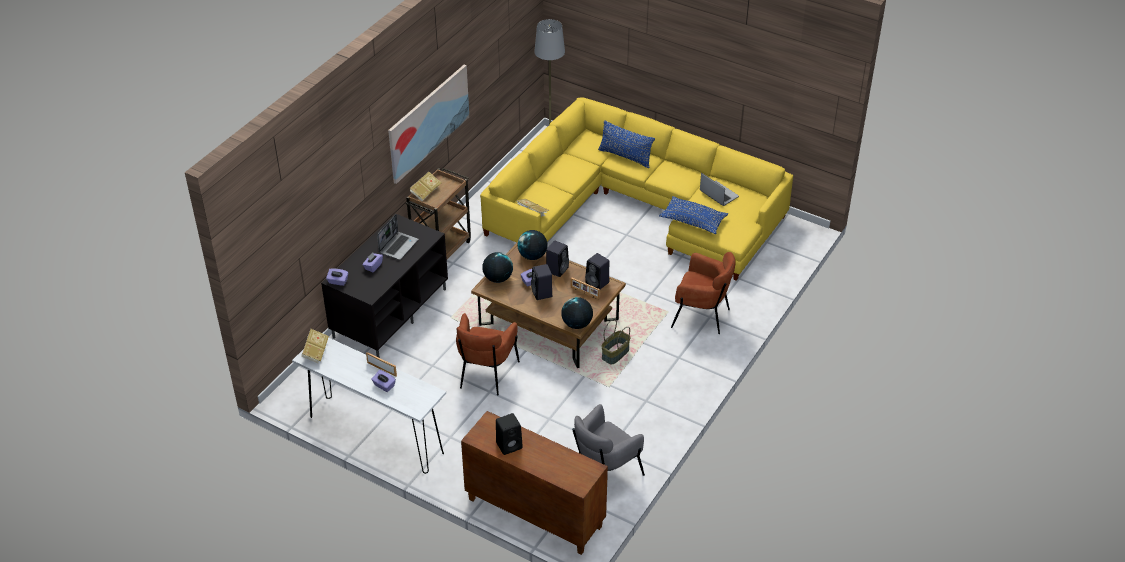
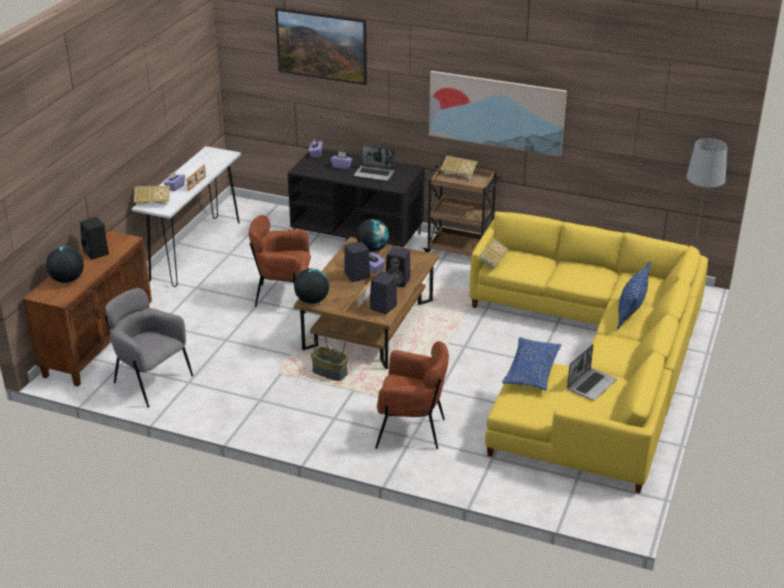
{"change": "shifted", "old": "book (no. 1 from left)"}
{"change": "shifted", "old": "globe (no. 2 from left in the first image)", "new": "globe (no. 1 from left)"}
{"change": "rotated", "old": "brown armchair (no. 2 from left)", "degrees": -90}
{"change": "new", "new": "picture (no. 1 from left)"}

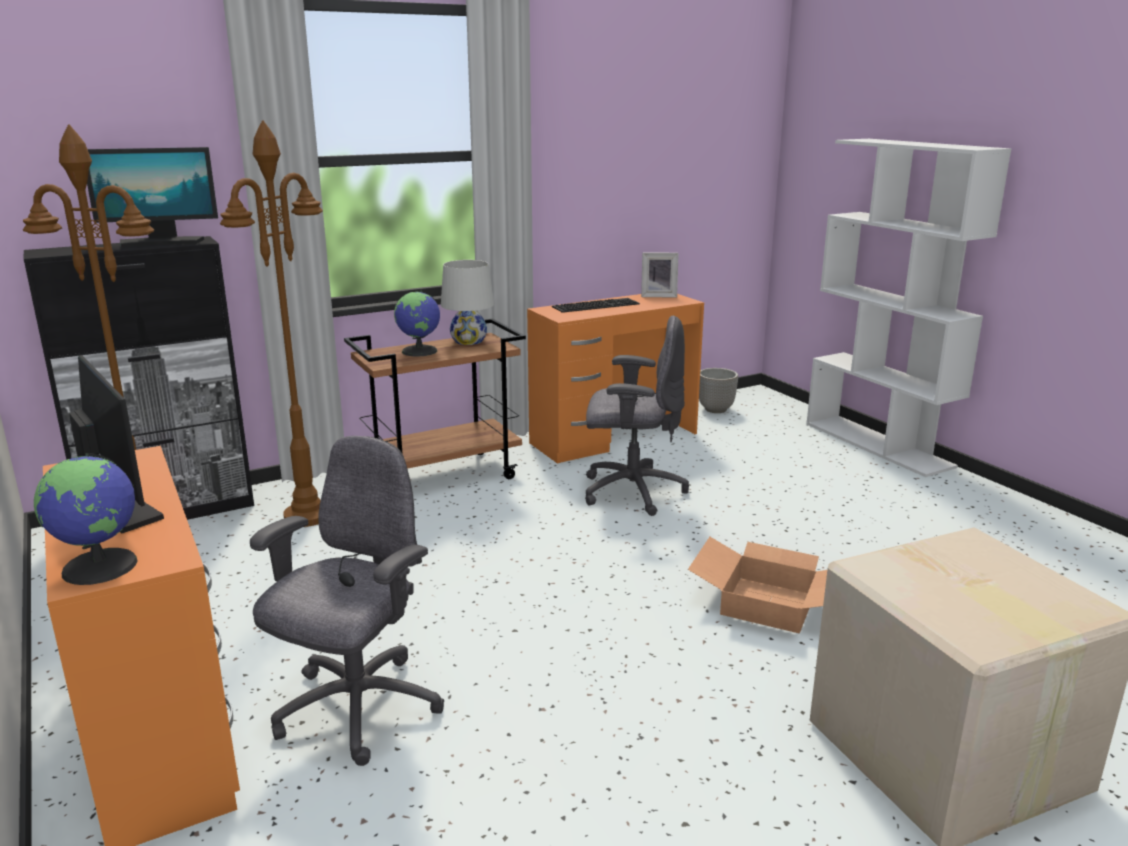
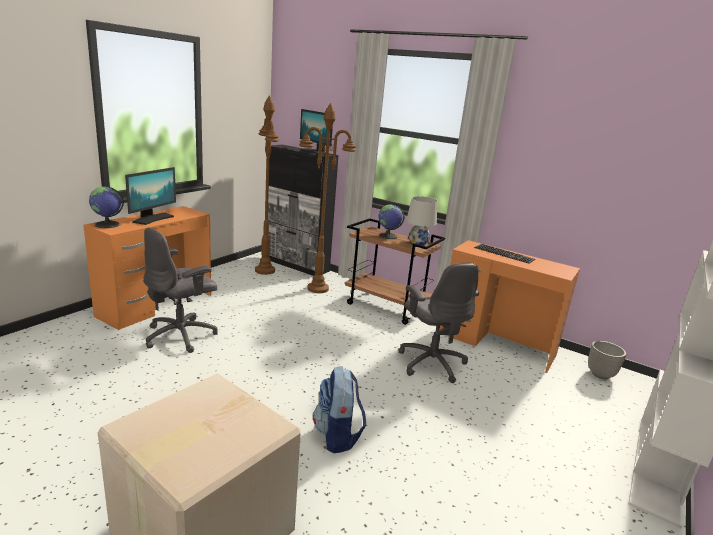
{"change": "rotated", "old": "grey office chair (no. 1 from left)", "degrees": 135}
{"change": "gone", "old": "picture frame"}
{"change": "swapped", "old": "cardboard box (no. 1 from left)", "new": "backpack"}

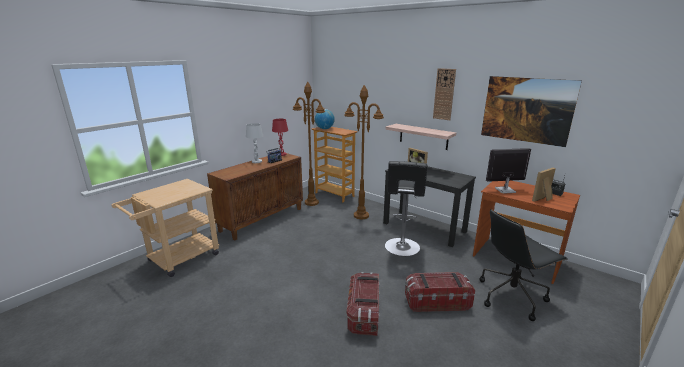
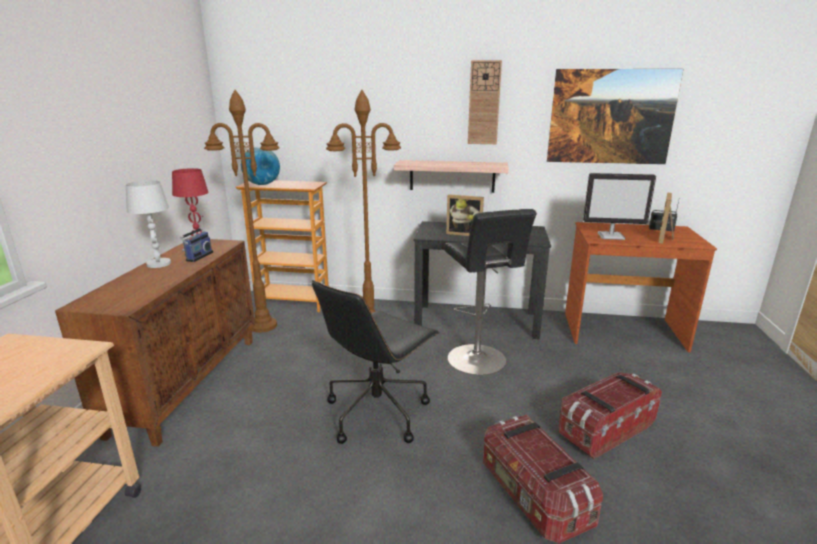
{"change": "shifted", "old": "black office chair"}
{"change": "rotated", "old": "monitor", "degrees": -135}

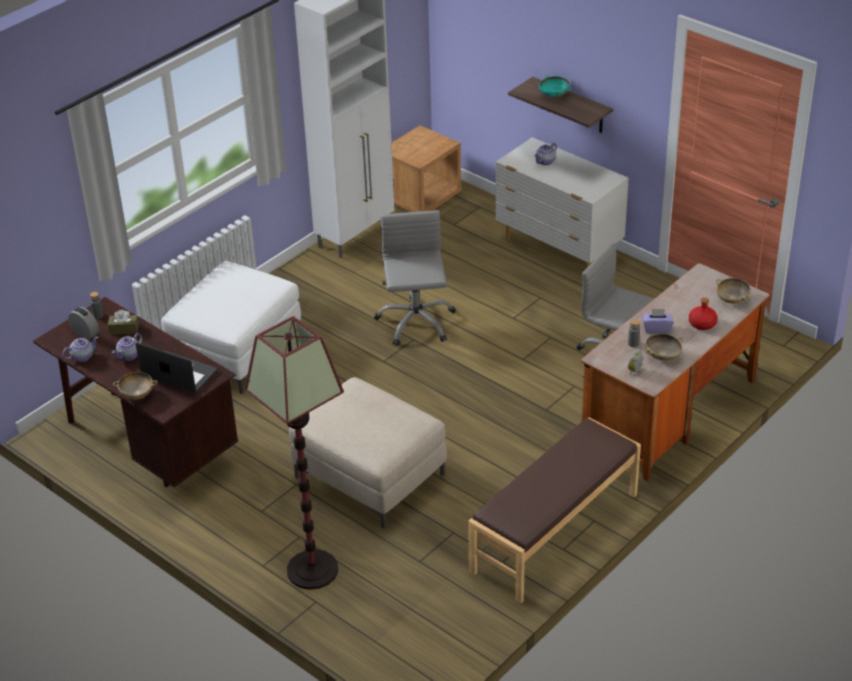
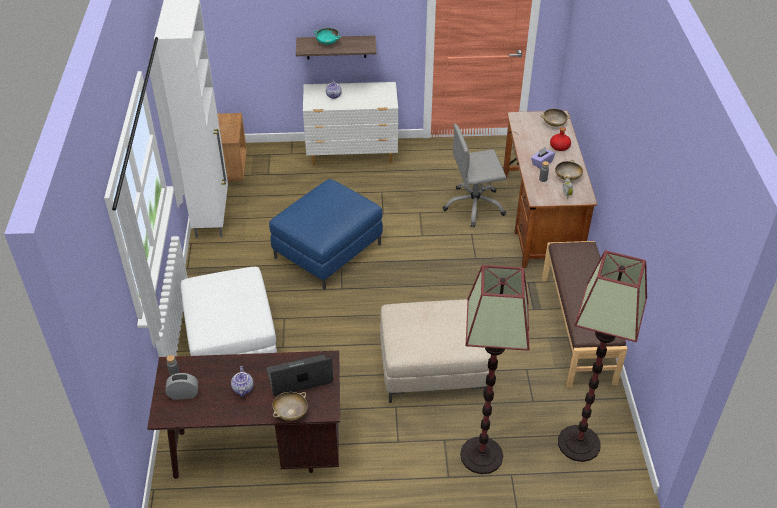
{"change": "gone", "old": "teapot (no. 1 from left)"}
{"change": "gone", "old": "brown tissue box"}
{"change": "swapped", "old": "grey office chair (no. 1 from left)", "new": "blue ottoman"}
{"change": "new", "new": "floor lamp (no. 2 from left)"}

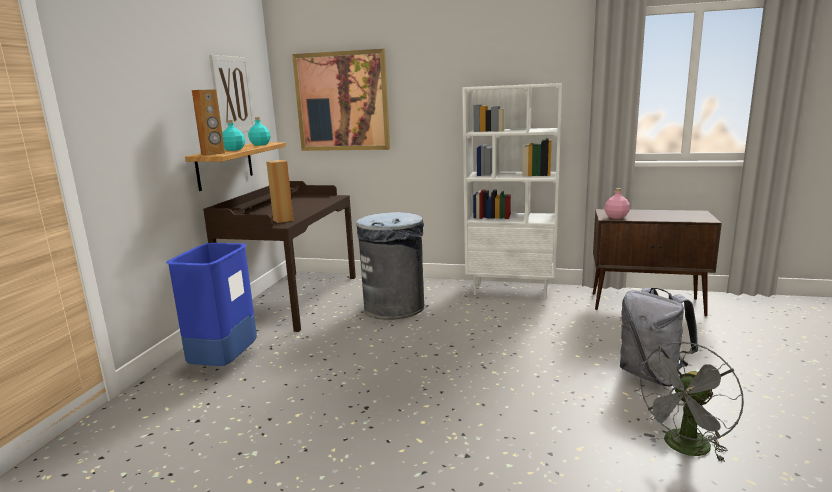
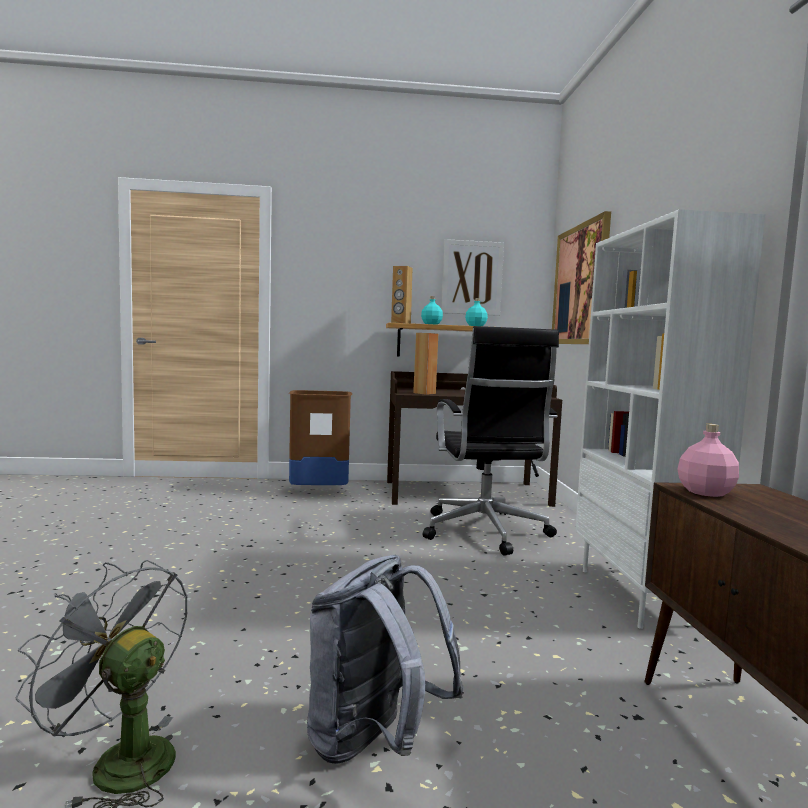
{"change": "repainted", "old": "blue trash can", "new": "brown trash can"}
{"change": "swapped", "old": "grey trash can", "new": "black office chair"}

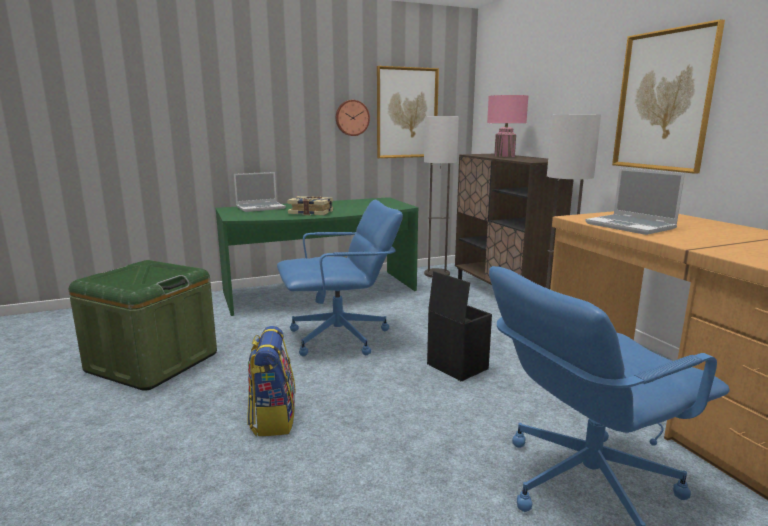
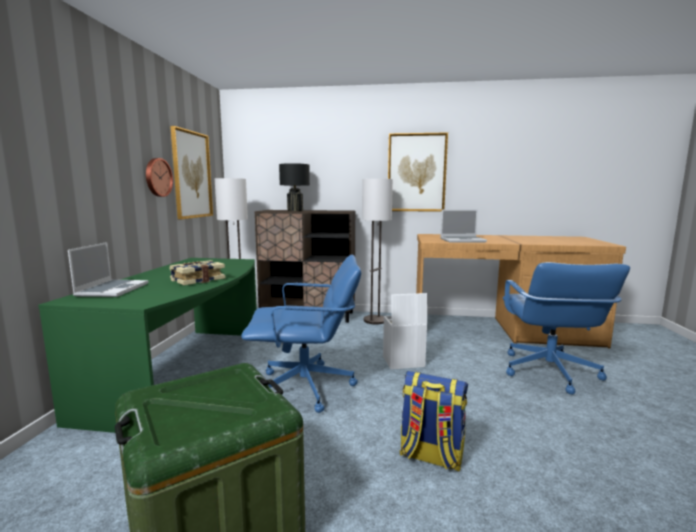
{"change": "rotated", "old": "blue office chair (no. 1 from left)", "degrees": 75}
{"change": "repainted", "old": "black storage box", "new": "white storage box"}
{"change": "repainted", "old": "pink table lamp", "new": "black table lamp"}

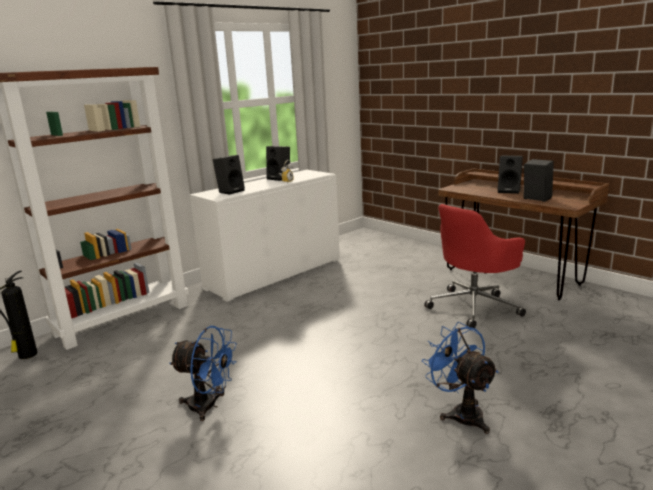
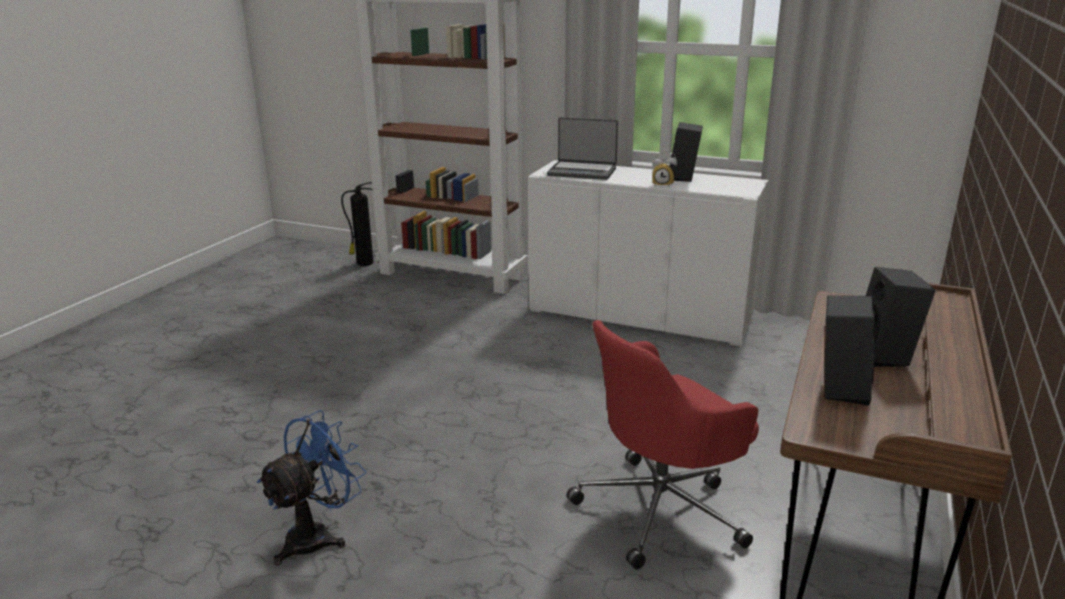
{"change": "gone", "old": "blue fan (no. 1 from left)"}
{"change": "swapped", "old": "black speaker (no. 1 from left)", "new": "laptop"}
{"change": "rotated", "old": "red office chair", "degrees": -60}

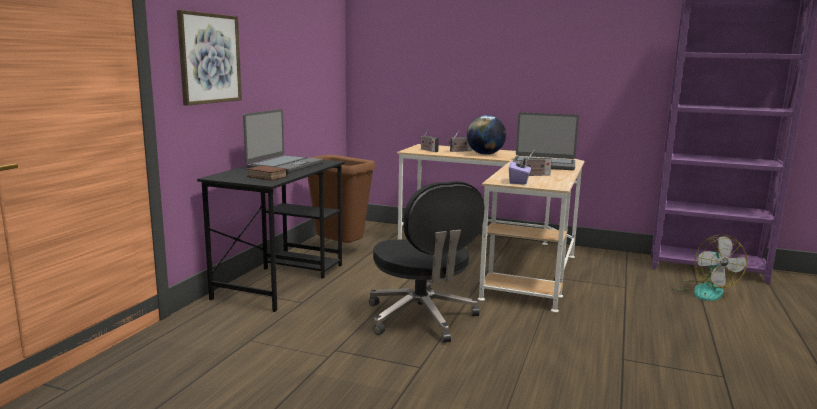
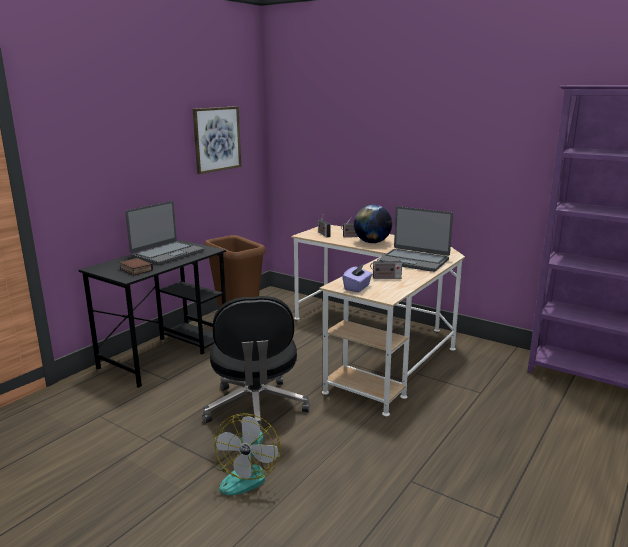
{"change": "shifted", "old": "picture"}
{"change": "shifted", "old": "fan"}

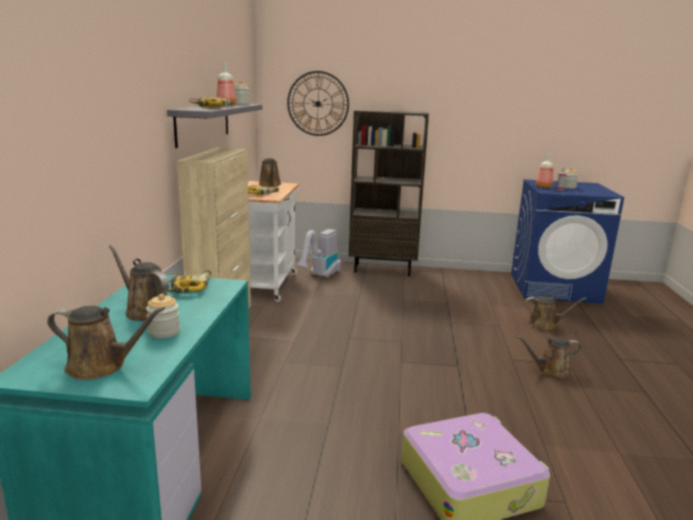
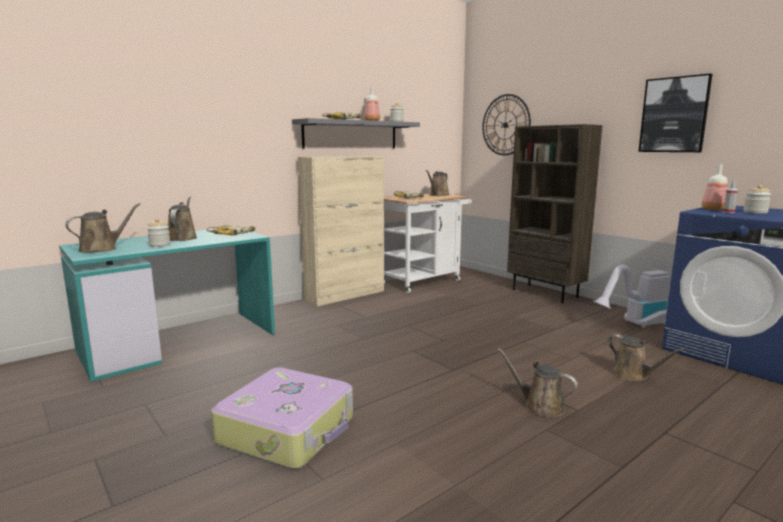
{"change": "rotated", "old": "brown watering can (no. 1 from left)", "degrees": -105}
{"change": "shifted", "old": "vacuum cleaner"}
{"change": "new", "new": "picture"}

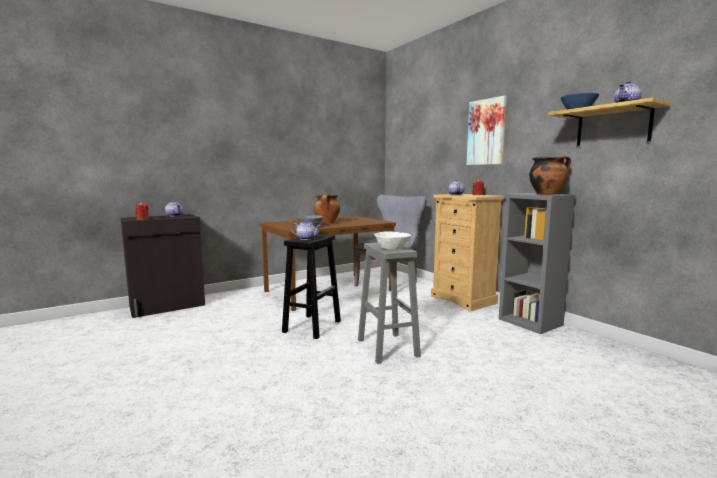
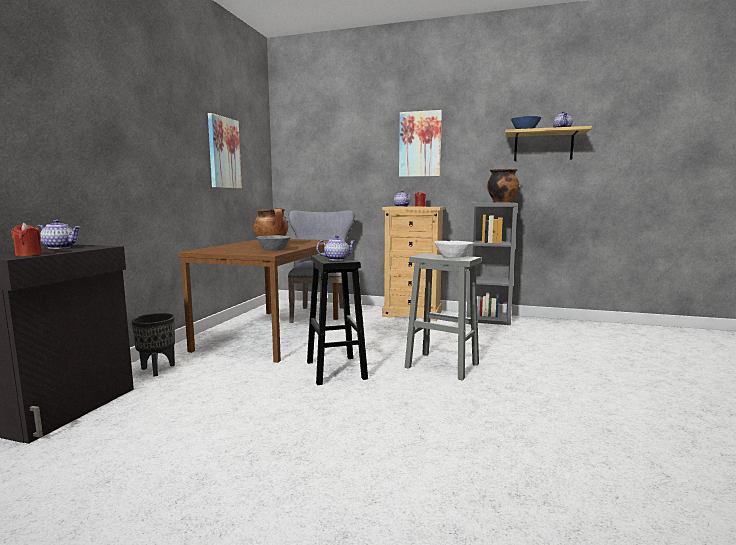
{"change": "new", "new": "black planter"}
{"change": "new", "new": "picture (no. 1 from left)"}

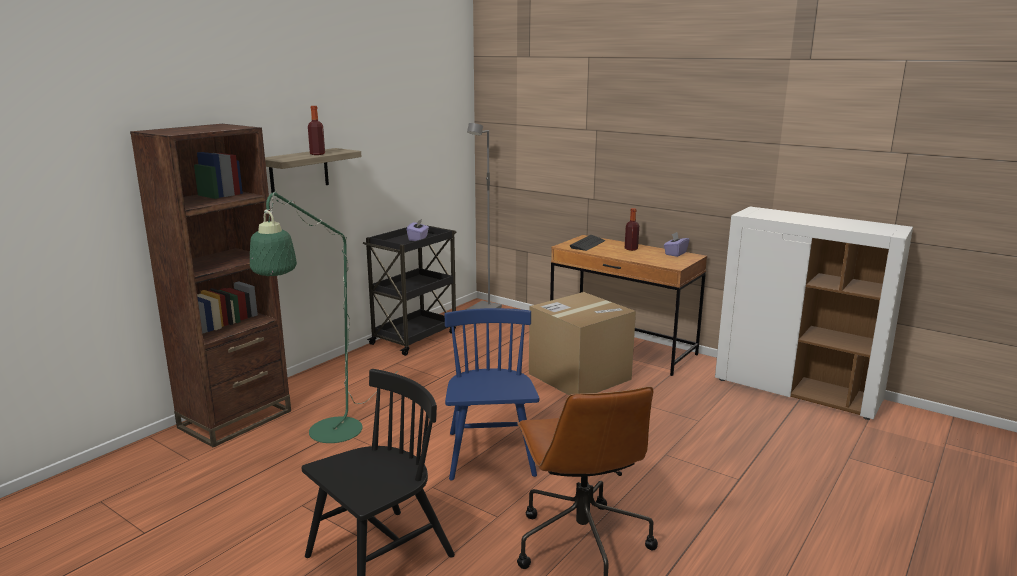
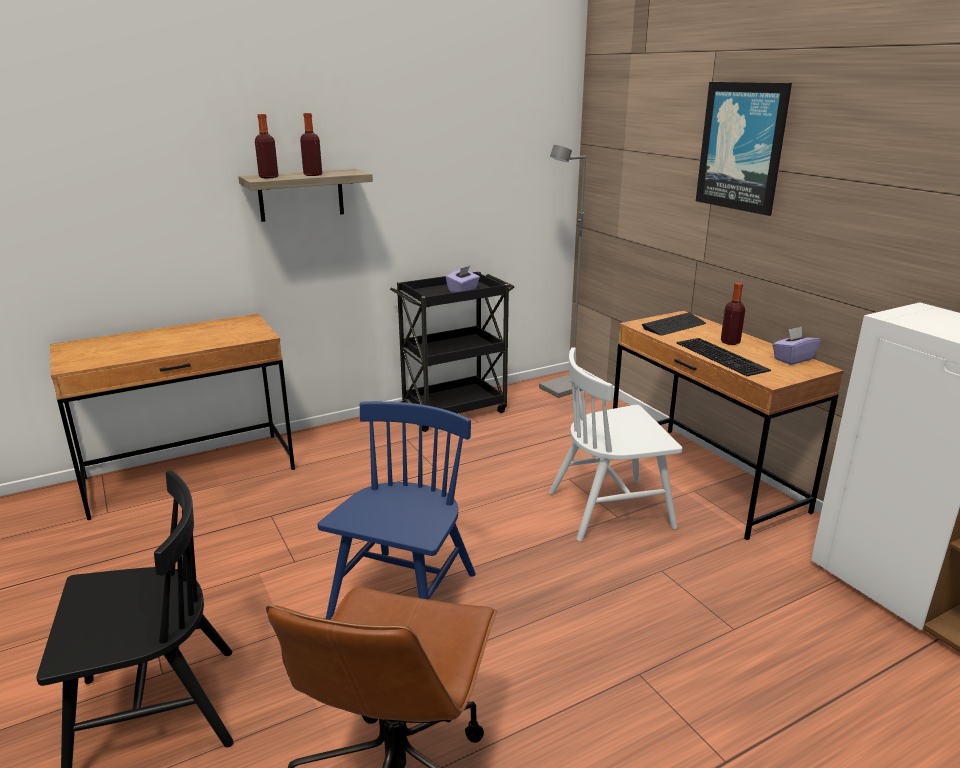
{"change": "swapped", "old": "brown bookcase", "new": "brown desk (no. 1 from left)"}
{"change": "gone", "old": "green floor lamp"}
{"change": "swapped", "old": "cardboard box", "new": "white chair"}
{"change": "new", "new": "bottle (no. 1 from left)"}
{"change": "new", "new": "keyboard (no. 2 from left)"}
{"change": "new", "new": "picture"}

